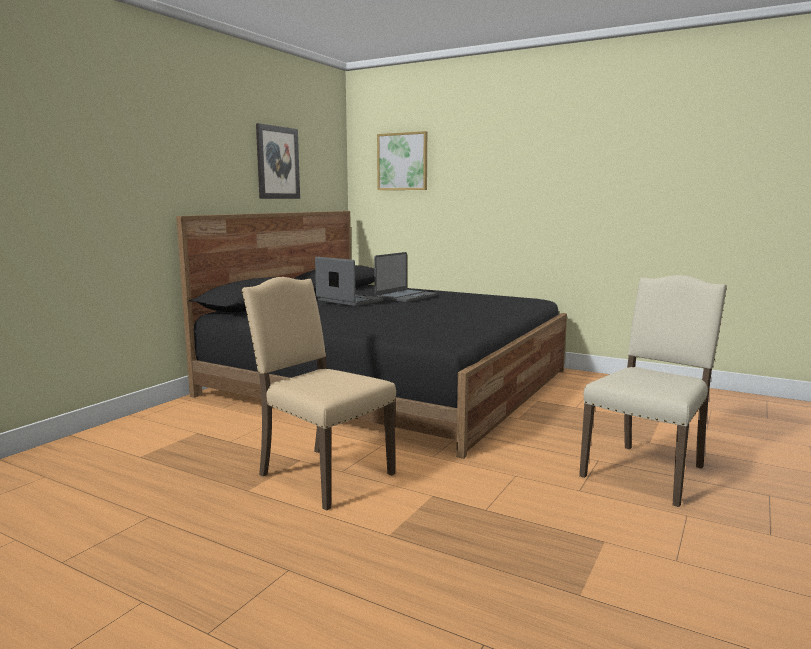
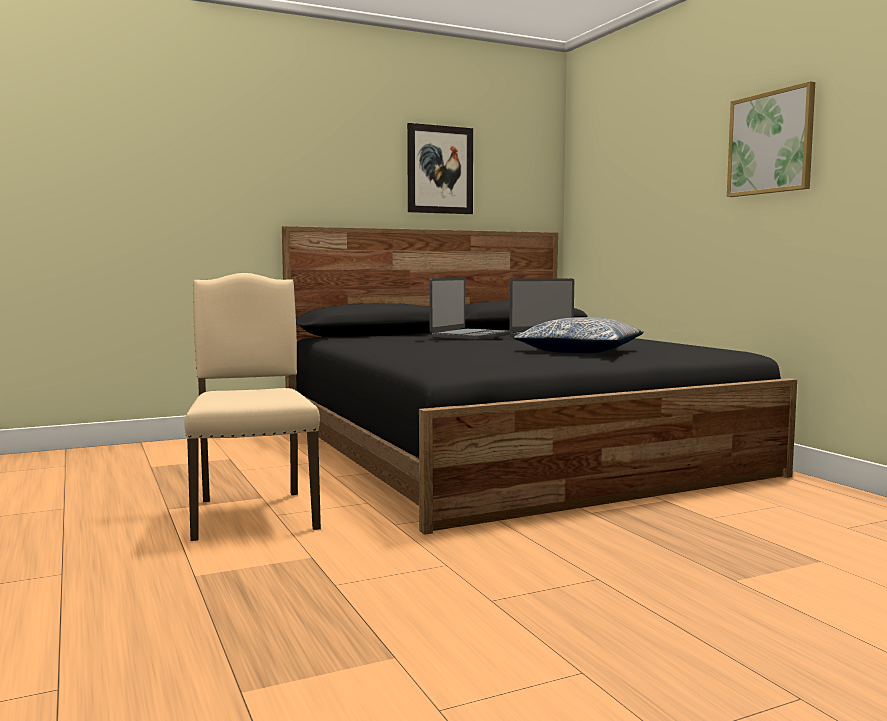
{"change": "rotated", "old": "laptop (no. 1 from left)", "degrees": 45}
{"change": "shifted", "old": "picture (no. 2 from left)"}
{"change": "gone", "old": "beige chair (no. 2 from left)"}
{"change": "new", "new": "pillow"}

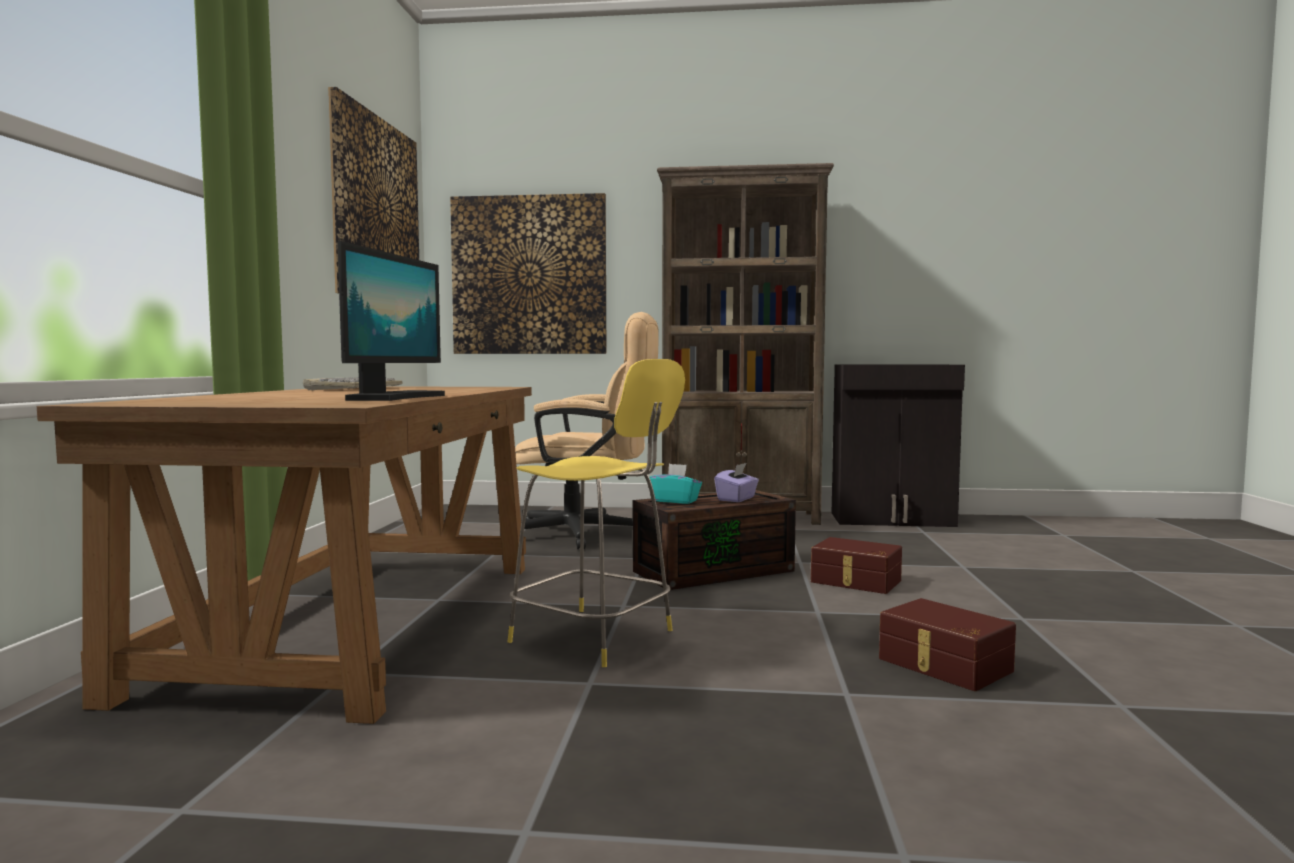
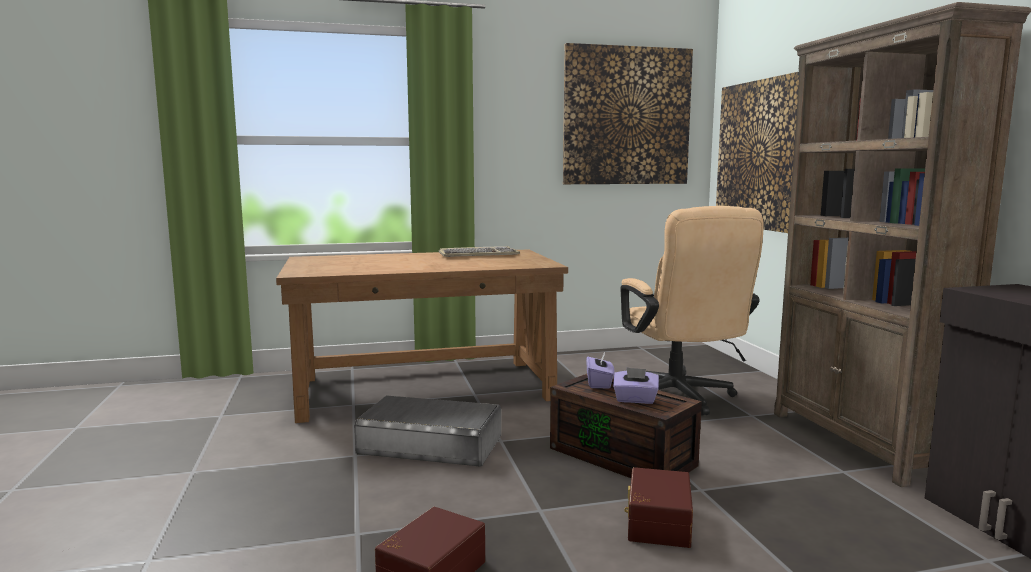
{"change": "gone", "old": "monitor"}
{"change": "swapped", "old": "yellow stool", "new": "grey storage box"}
{"change": "repainted", "old": "turquoise tissue box", "new": "purple tissue box (no. 1 from left)"}

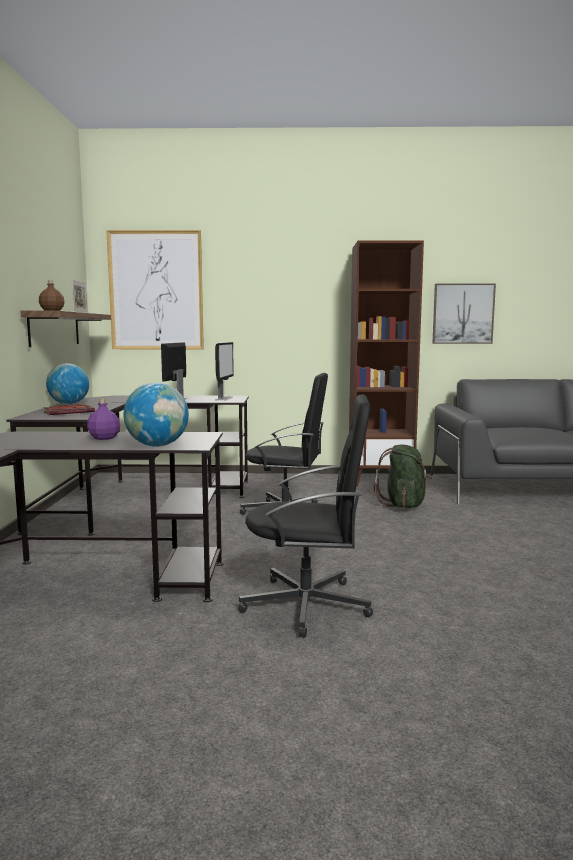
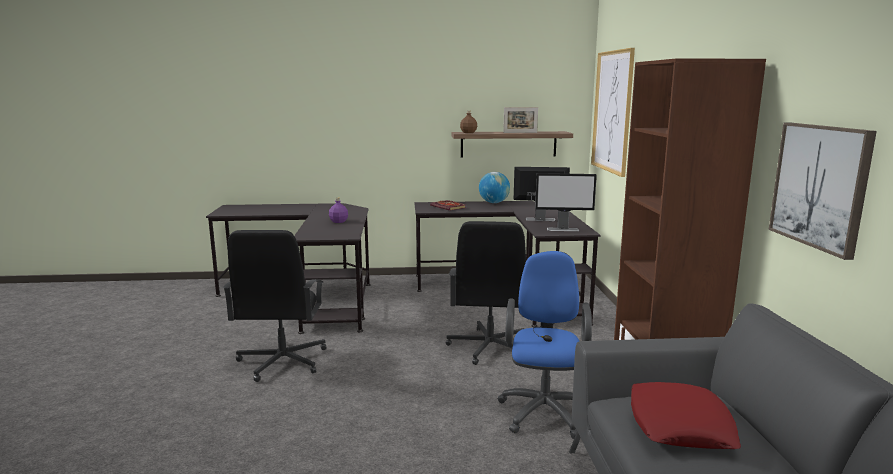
{"change": "gone", "old": "globe (no. 2 from left)"}
{"change": "swapped", "old": "green backpack", "new": "blue office chair"}
{"change": "new", "new": "red pillow"}

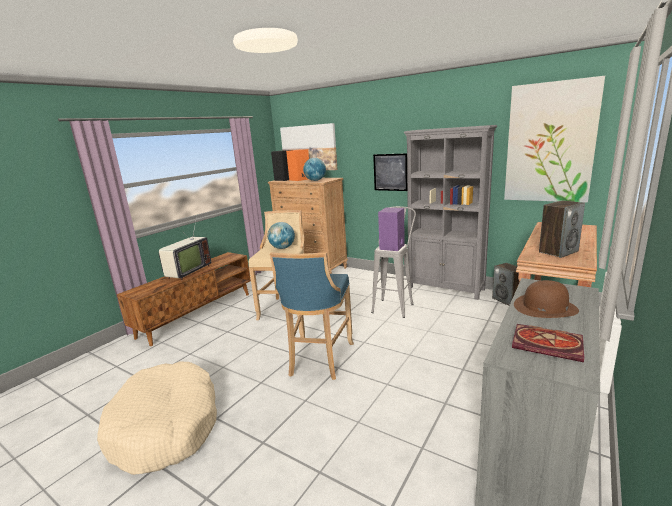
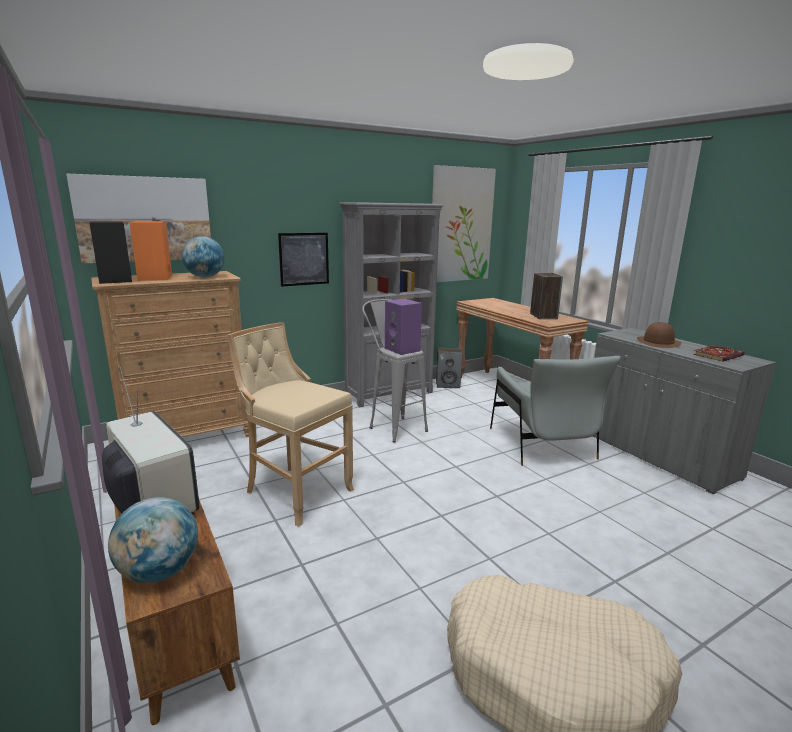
{"change": "shifted", "old": "globe (no. 1 from left)"}
{"change": "gone", "old": "blue stool"}
{"change": "new", "new": "grey armchair"}

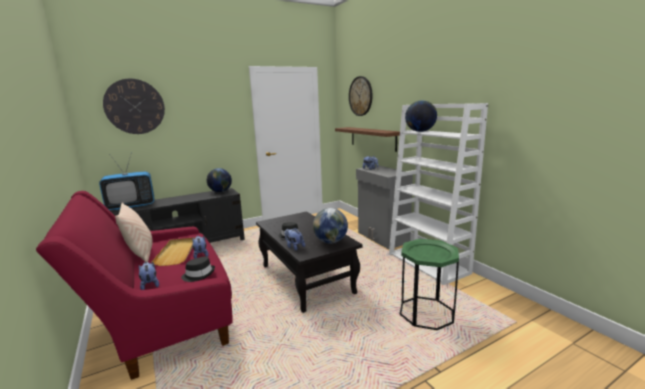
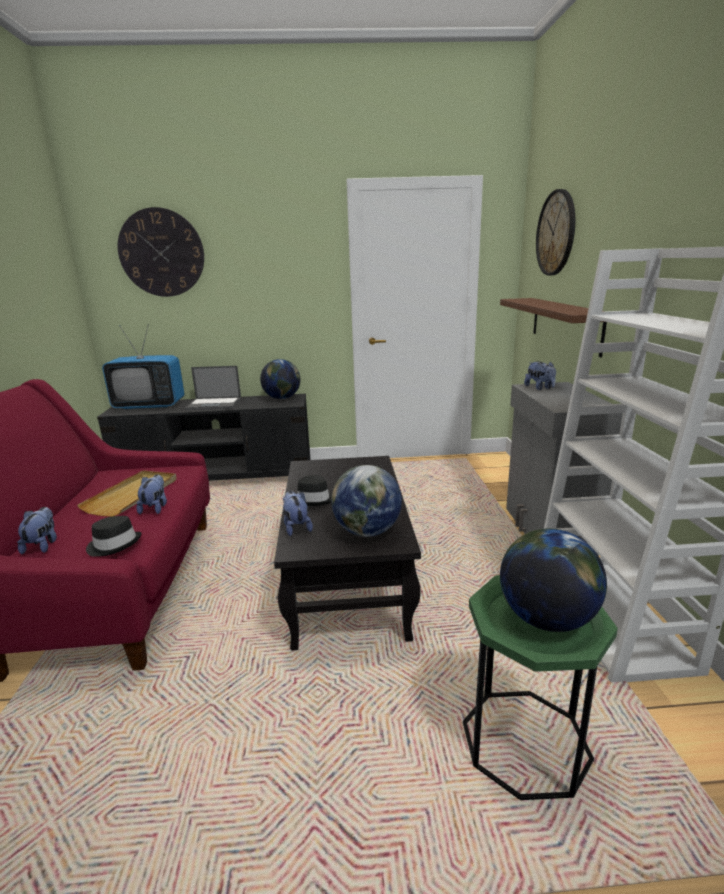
{"change": "gone", "old": "beige pillow"}
{"change": "shifted", "old": "globe (no. 3 from left)"}
{"change": "new", "new": "laptop"}

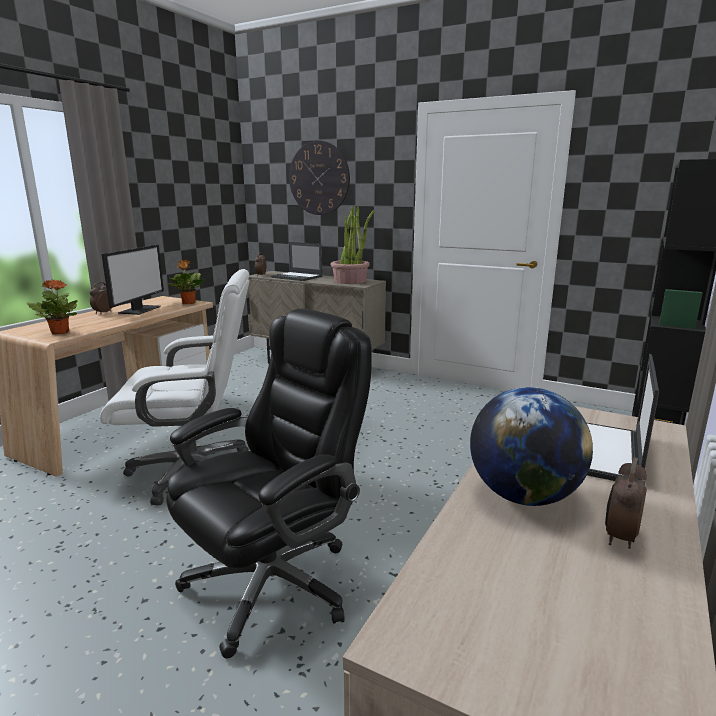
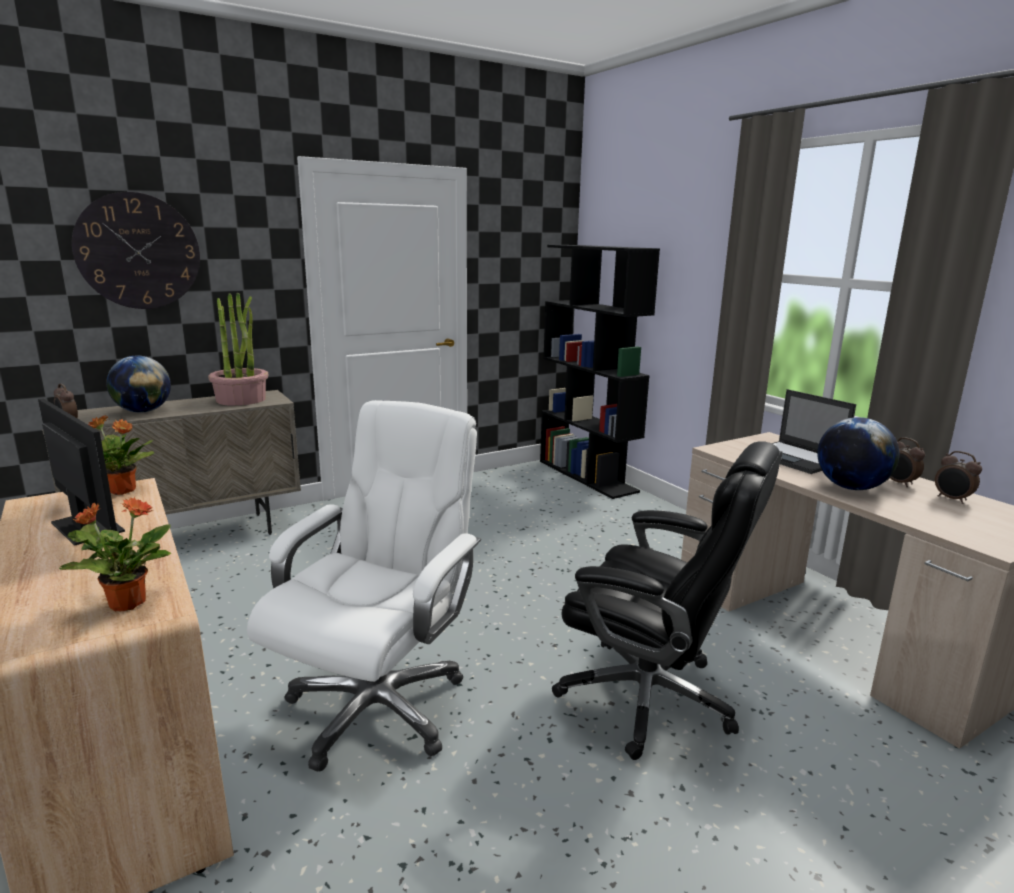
{"change": "shifted", "old": "alarm clock (no. 1 from left in the first image)", "new": "alarm clock (no. 3 from left)"}
{"change": "rotated", "old": "black office chair", "degrees": 135}
{"change": "swapped", "old": "laptop (no. 1 from left)", "new": "globe (no. 1 from left)"}

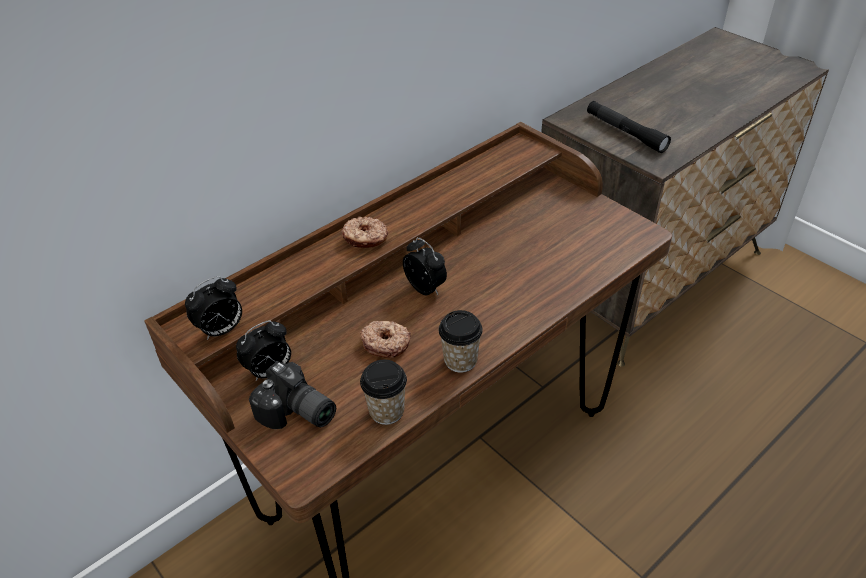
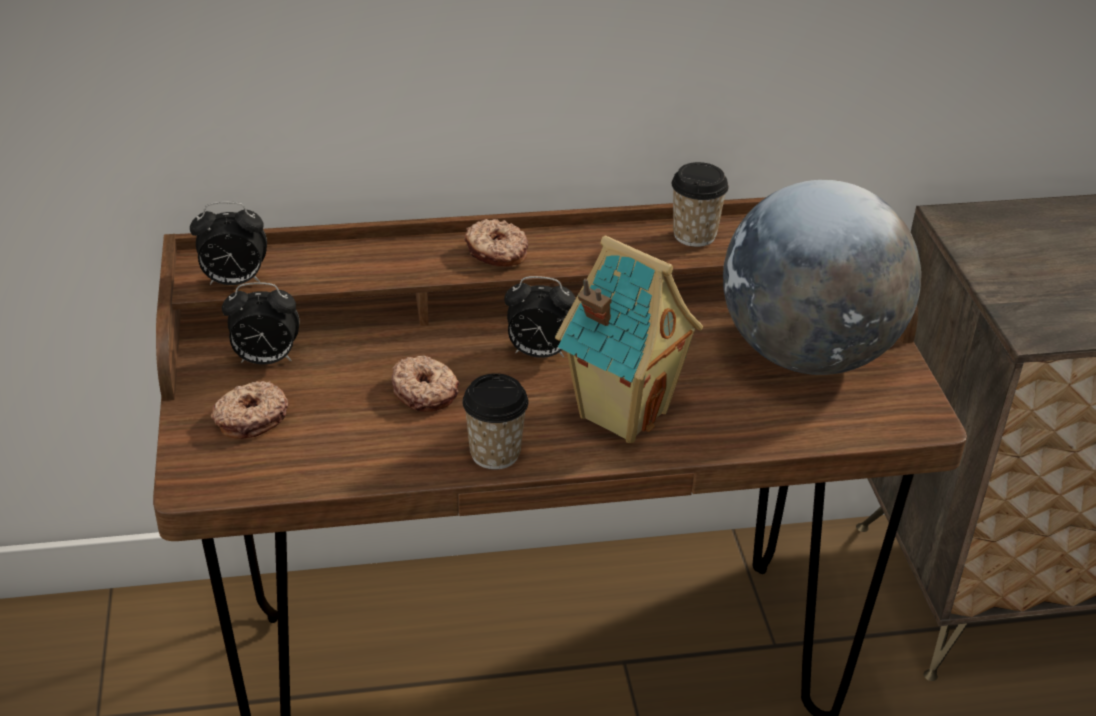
{"change": "swapped", "old": "photo camera", "new": "donut (no. 1 from left)"}
{"change": "shifted", "old": "cup (no. 1 from left in the first image)", "new": "cup (no. 2 from left)"}
{"change": "rotated", "old": "alarm clock (no. 3 from left)", "degrees": 105}
{"change": "gone", "old": "black flashlight"}
{"change": "new", "new": "toy house"}
{"change": "new", "new": "globe"}

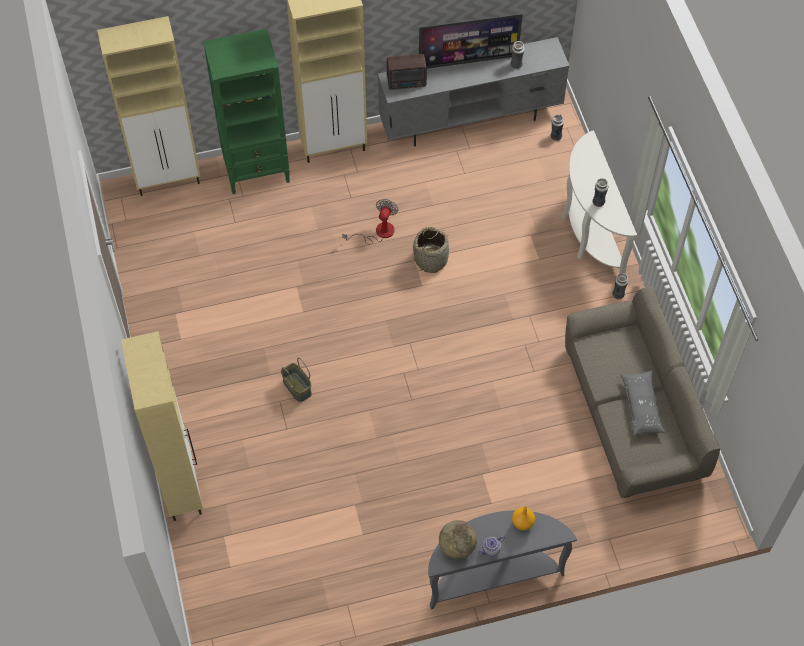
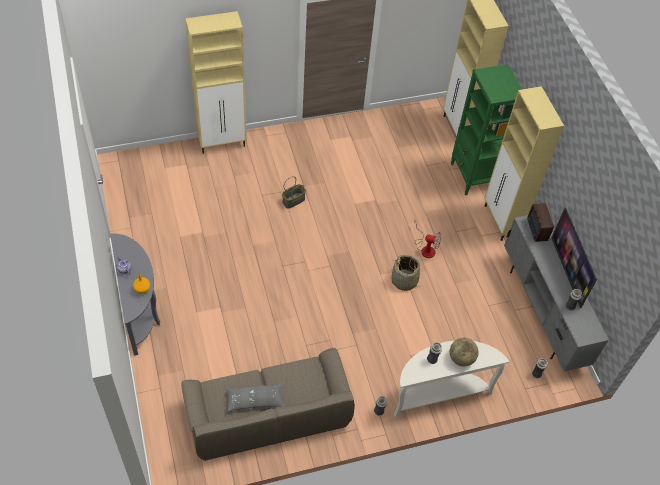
{"change": "shifted", "old": "globe"}

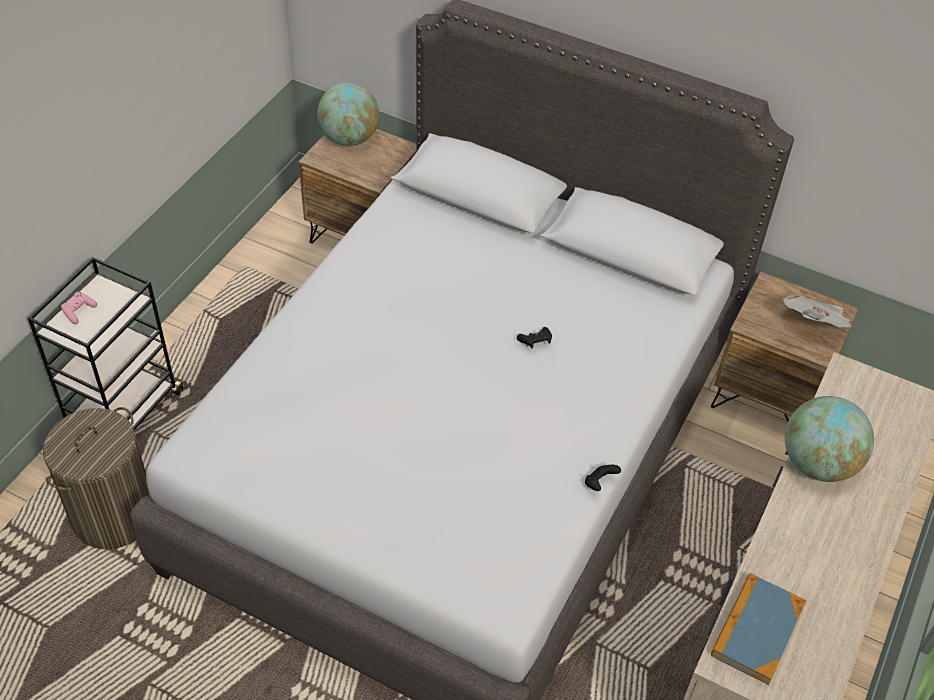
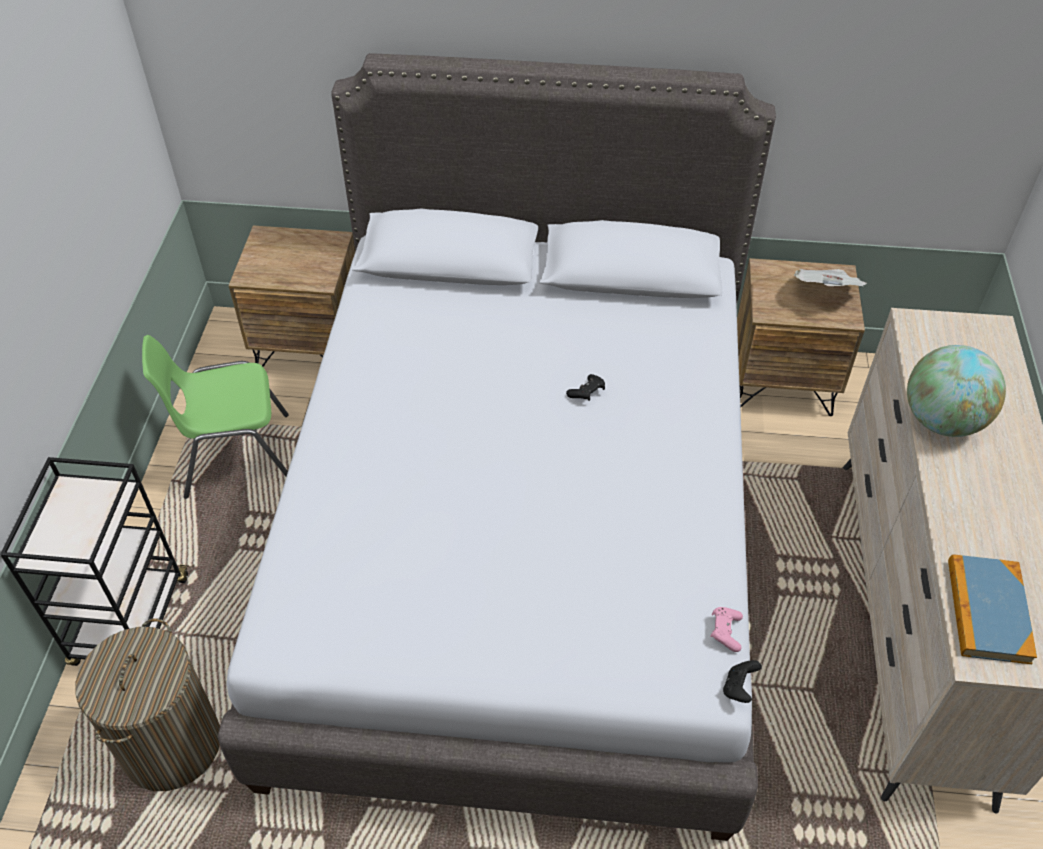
{"change": "shifted", "old": "pink game controller"}
{"change": "gone", "old": "globe (no. 1 from left)"}
{"change": "shifted", "old": "black game controller (no. 2 from left)"}
{"change": "new", "new": "green chair"}

